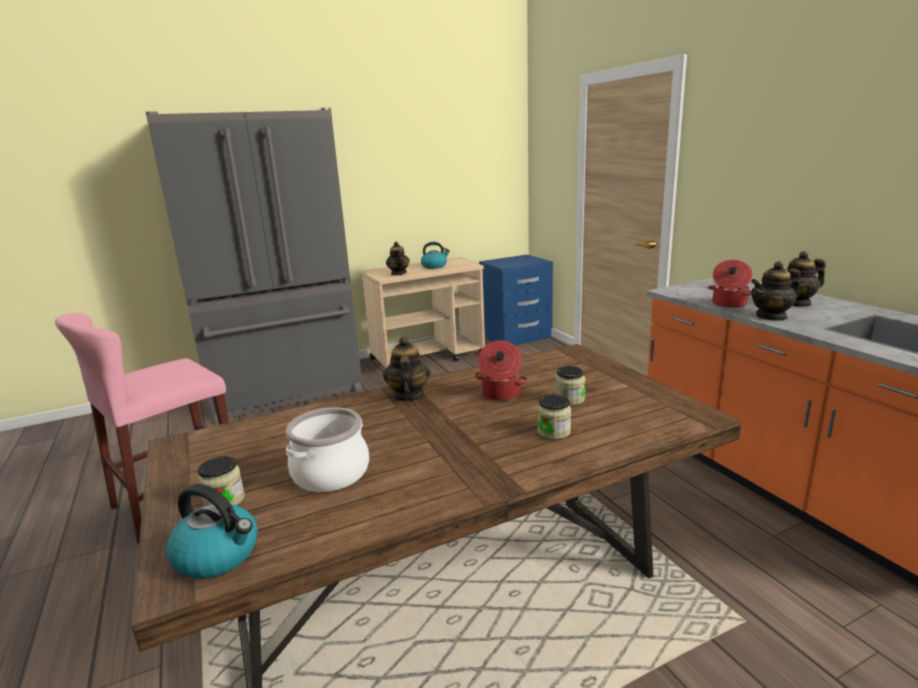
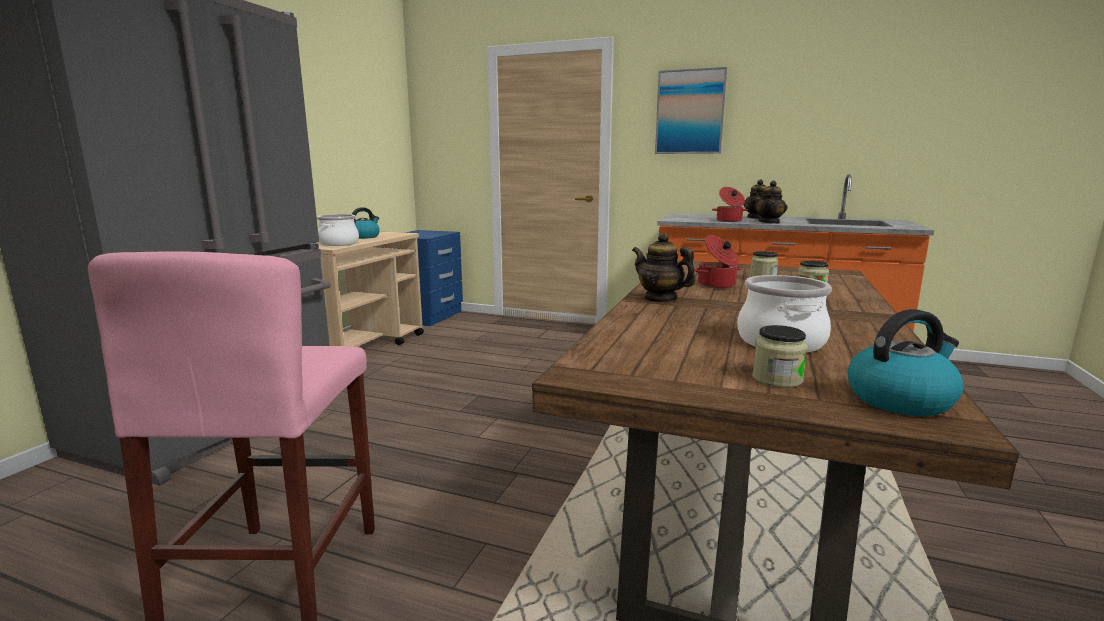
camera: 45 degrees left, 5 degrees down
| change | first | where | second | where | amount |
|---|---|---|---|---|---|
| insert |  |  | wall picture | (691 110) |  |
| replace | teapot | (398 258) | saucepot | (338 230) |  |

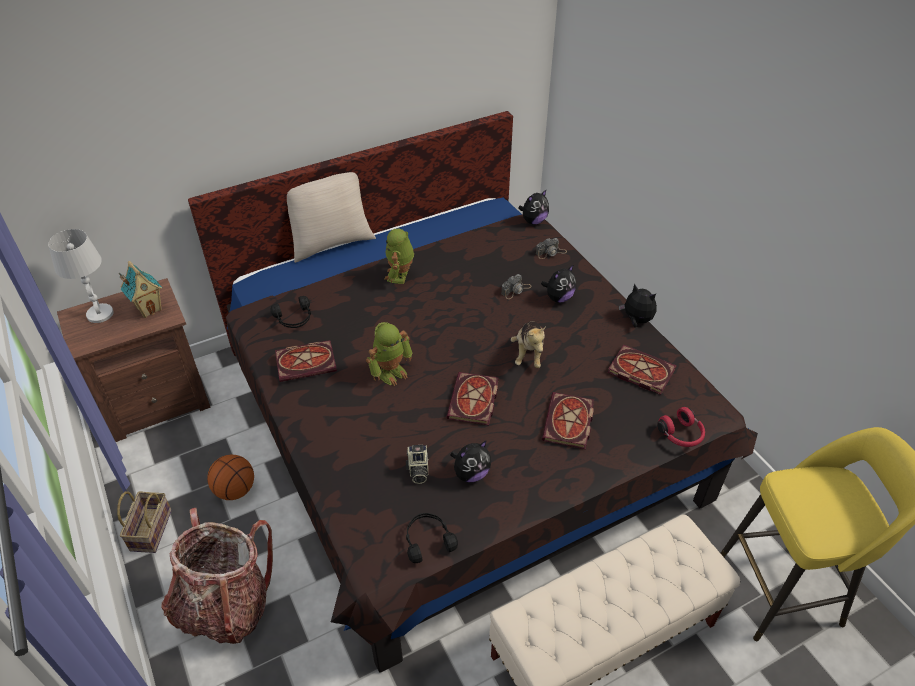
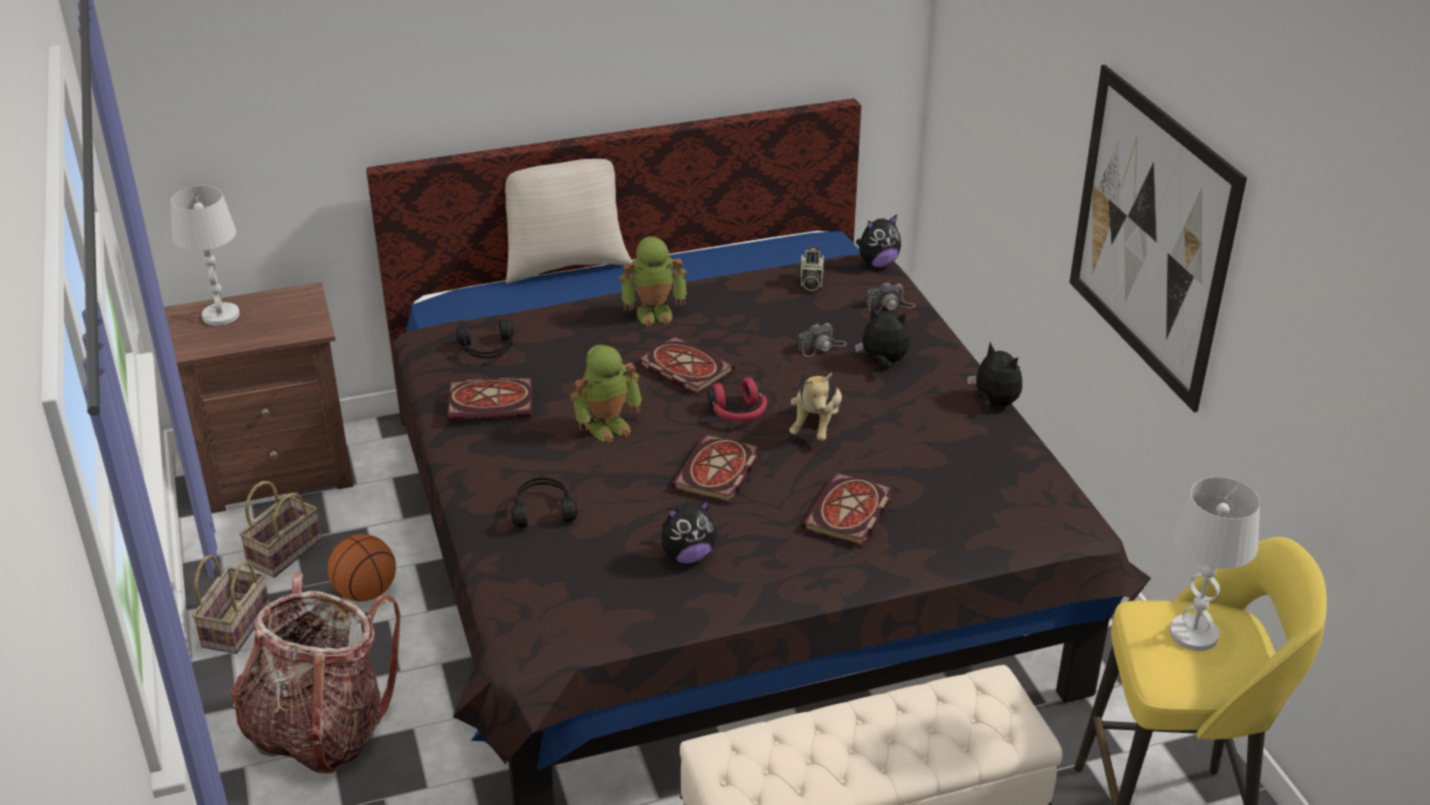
camera: 10 degrees right, 10 degrees down
| change | first | where | second | where | amount |
|---|---|---|---|---|---|
| delete | model house | (140 289) |  |  |  |
| insert |  |  | household basket | (280 529) |  |
| insert |  |  | wall picture | (1158 238) |  |
| insert |  |  | white-coloured tabletop lamp | (1215 564) |  |
| move | photo camera | (417 464) |  | (810 268) |  |
| move | black-coloured headset | (432 538) |  | (544 502) |  |
| move | volume | (641 370) |  | (686 365) |  |
| move | red-coloured headset | (681 427) |  | (737 399) |  |
| rotate | toy robot | (399 256) |  | (653 281) | 120 degrees counterclockwise |
| rotate | soft toy | (558 284) |  | (882 337) | 135 degrees counterclockwise |

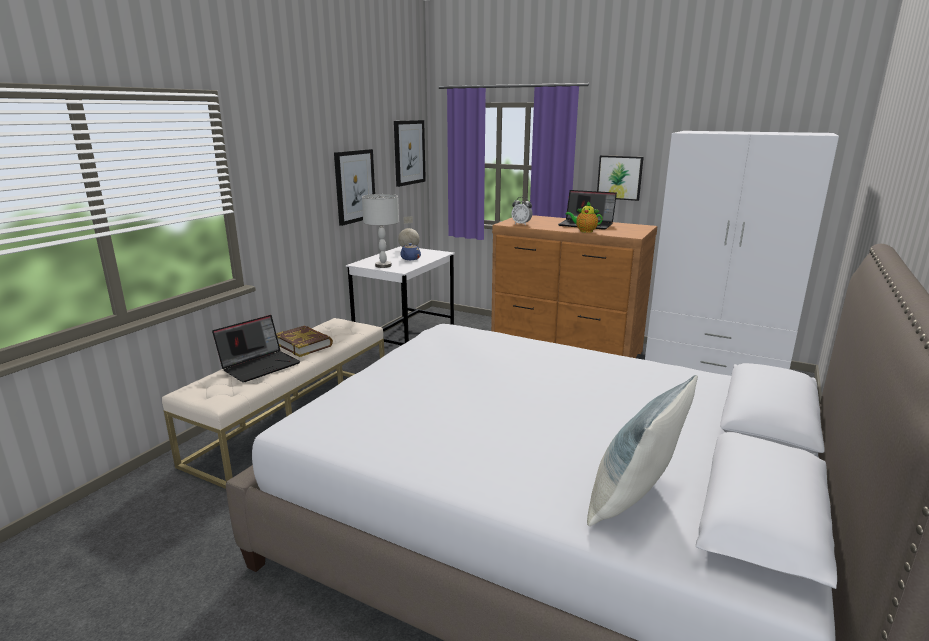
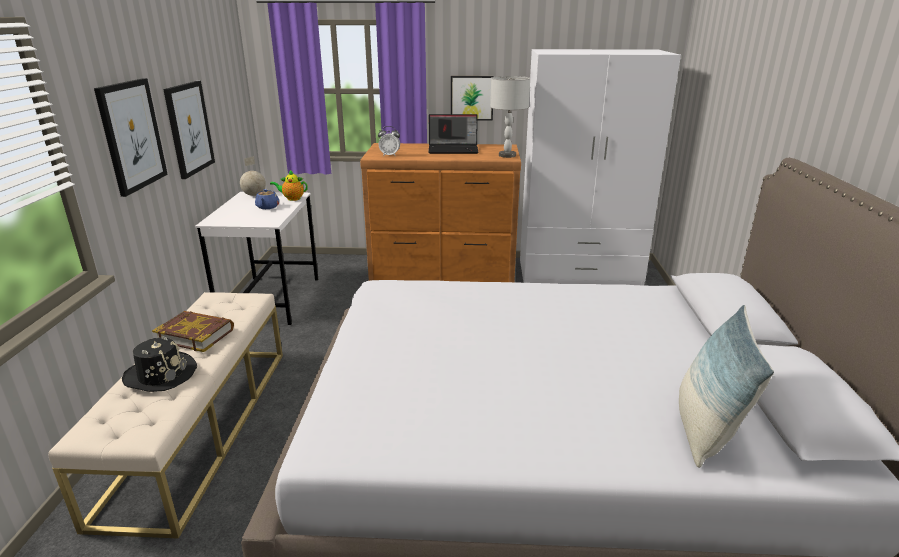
camera: 25 degrees left, 5 degrees up
| change | first | where | second | where | amount |
|---|---|---|---|---|---|
| move | grey tabletop lamp | (380 231) |  | (510 117) |  |
| move | wall picture | (410 153) |  | (131 137) |  |
| move | teapot | (584 217) |  | (289 185) |  |
| replace | notebook computer | (256 349) | black-coloured wearable hat | (159 364) |  |

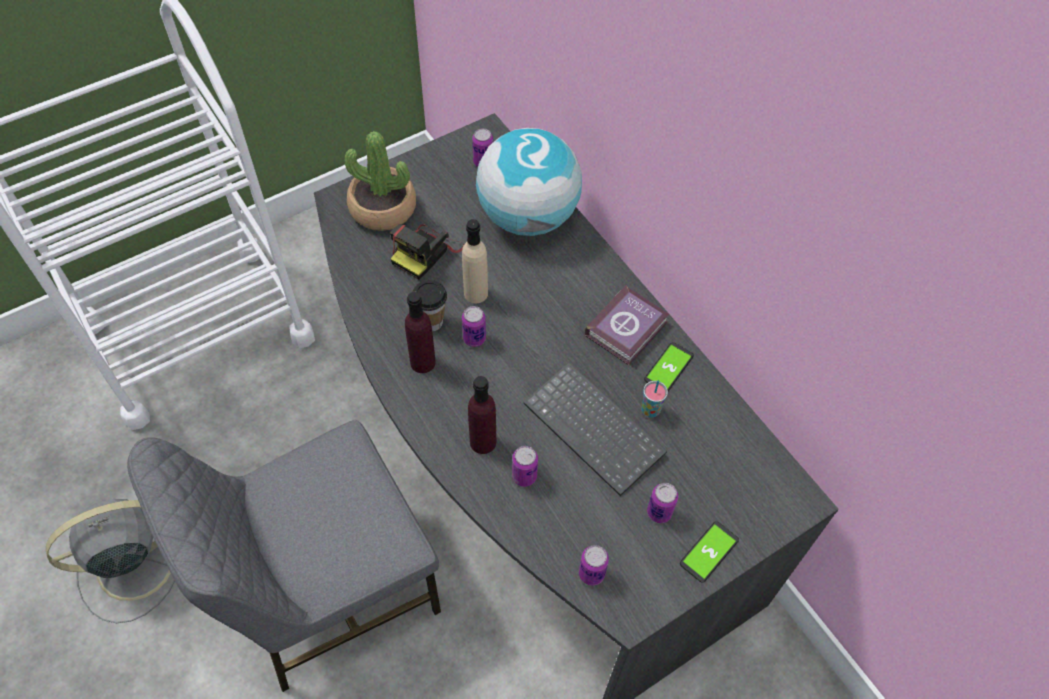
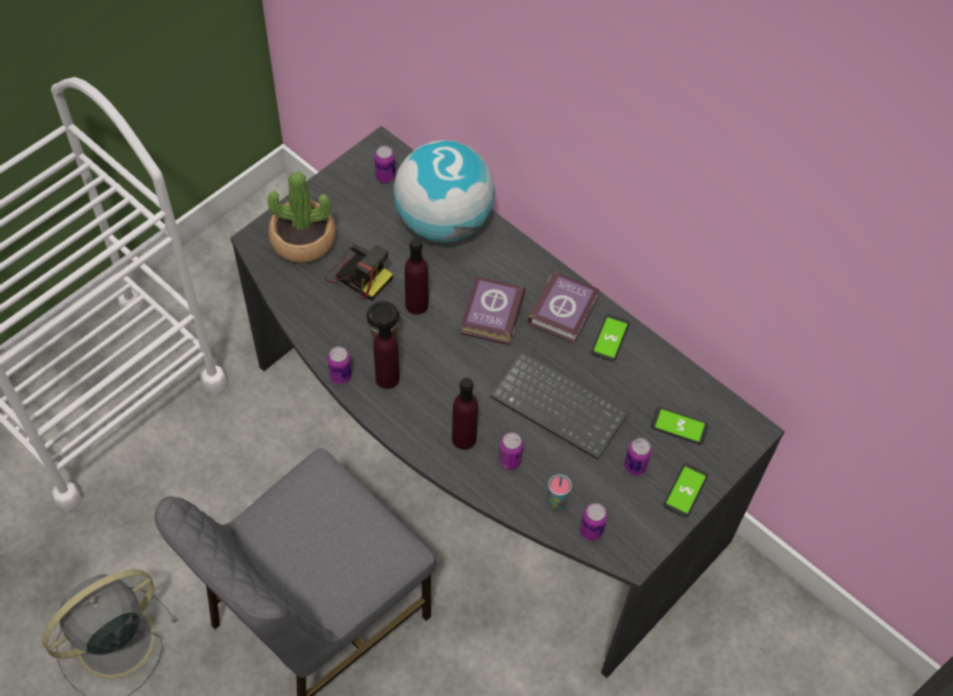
camera: 15 degrees left, 0 degrees up
| change | first | where | second | where | amount |
|---|---|---|---|---|---|
| insert |  |  | volume | (493 310) |  |
| insert |  |  | telephone | (679 426) |  |
| move | sealed can | (474 326) |  | (340 365) |  |
| move | drinking cup | (654 399) |  | (560 491) |  |
| recolor | beige drink bottle | (475 261) | purplish drink bottle | (416 276) |  |
| rotate | photo camera | (427 252) |  | (359 271) | 75 degrees counterclockwise |

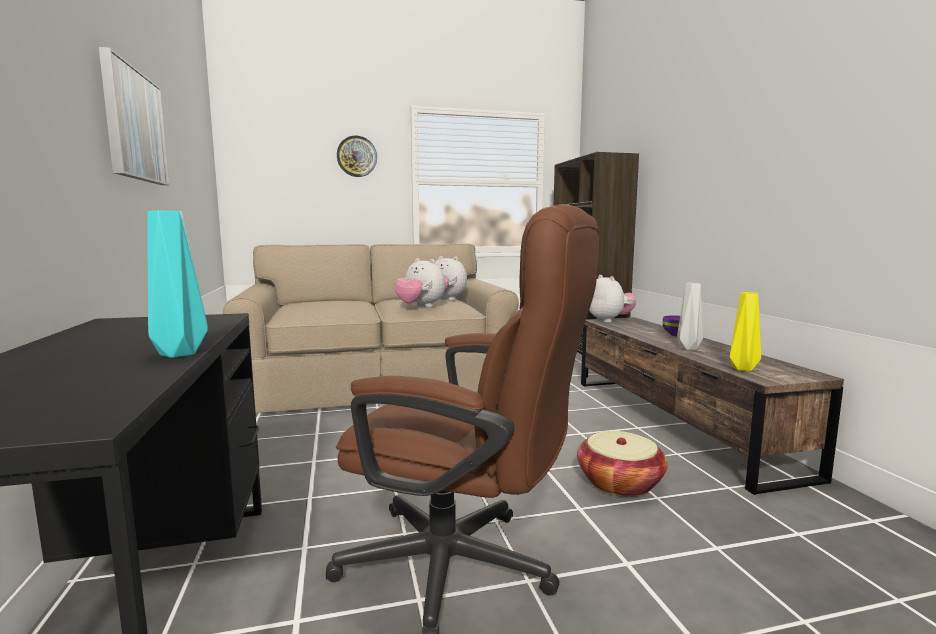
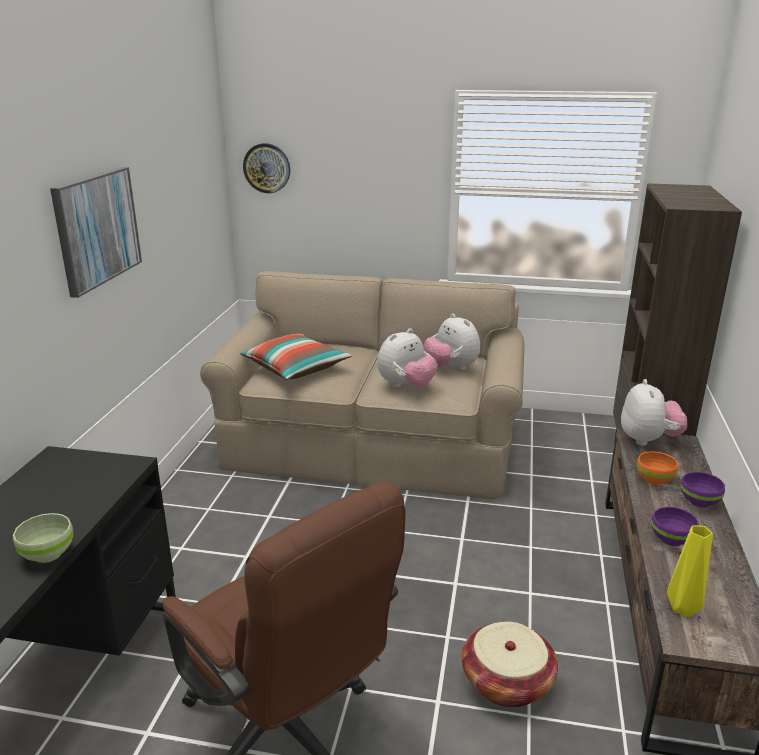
camera: 25 degrees right, 15 degrees up
| change | first | where | second | where | amount |
|---|---|---|---|---|---|
| insert |  |  | pillow | (296 357) |  |
| insert |  |  | orange-coloured deep dish | (657 468) |  |
| move | hanging clock | (357 156) |  | (266 168) |  |
| replace | turquoise vase | (177 284) | greenish deep dish | (43 538) |  |
| replace | grey vase | (690 316) | purplish deep dish | (675 526) |  |
| rotate | soft toy | (420 282) |  | (407 357) | 105 degrees counterclockwise |

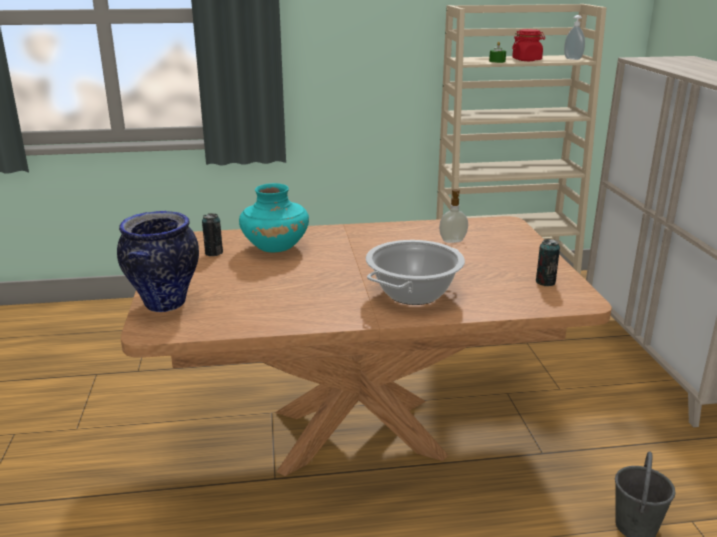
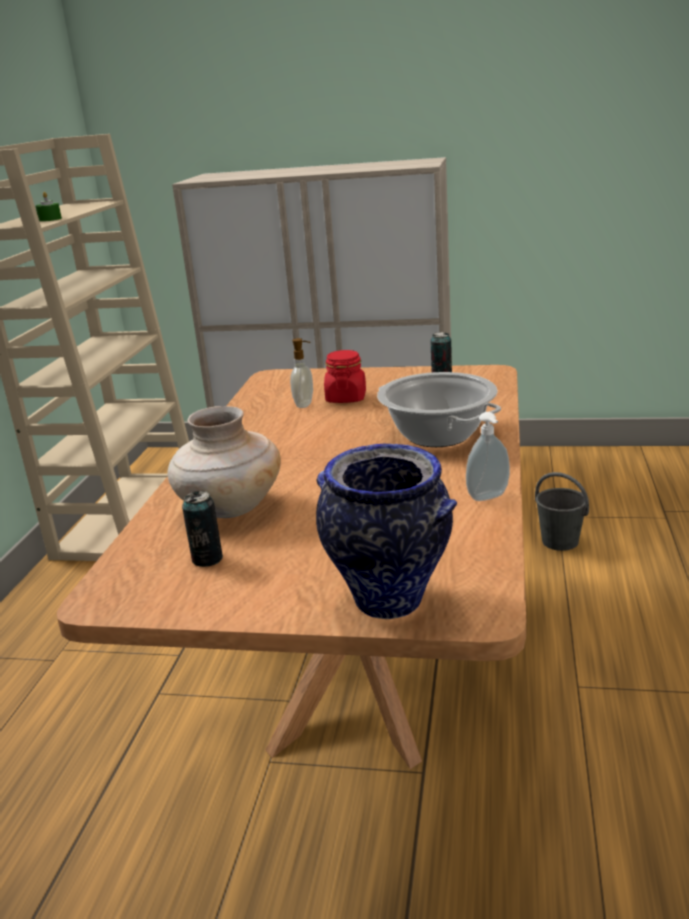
camera: 70 degrees left, 0 degrees up
| change | first | where | second | where | amount |
|---|---|---|---|---|---|
| move | red-coloured jar | (528 45) |  | (345 376) |  |
| move | liquid soap bottle | (574 37) |  | (488 456) |  |
| recolor | turquoise vase | (274 217) | beige vase | (224 462) |  |

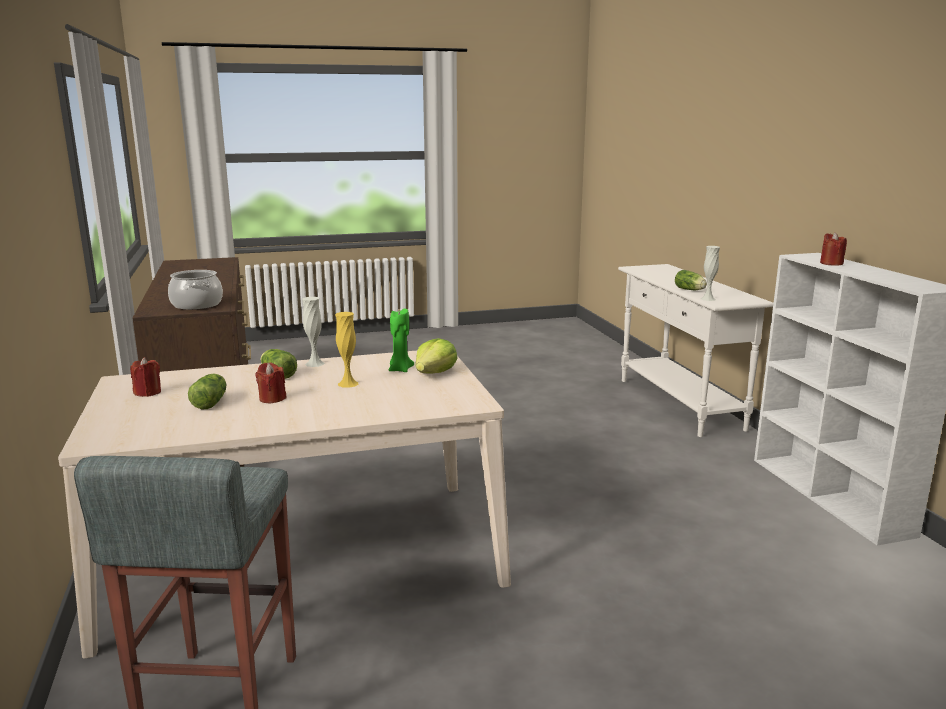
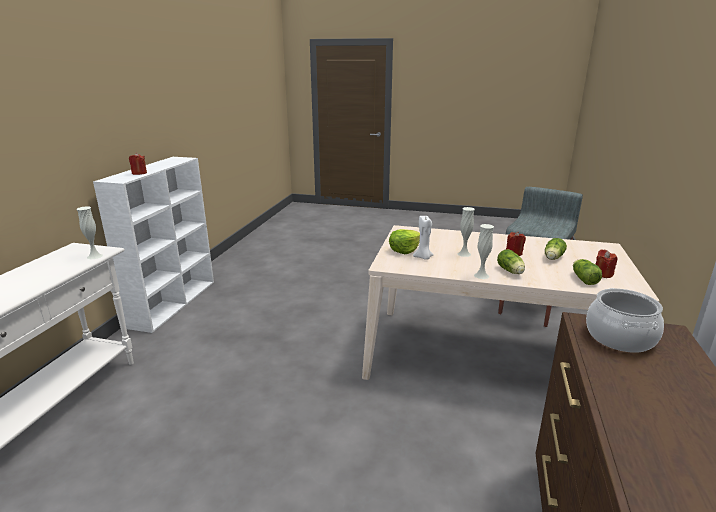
camera: 150 degrees left, 5 degrees up
| change | first | where | second | where | amount |
|---|---|---|---|---|---|
| move | head of lettuce | (691 280) |  | (587 272) |  |
| recolor | yellow-coloured vase | (346 350) | white-coloured vase | (466 232) |  |
| recolor | greenish wax candle | (401 340) | white-coloured wax candle | (423 238) |  |

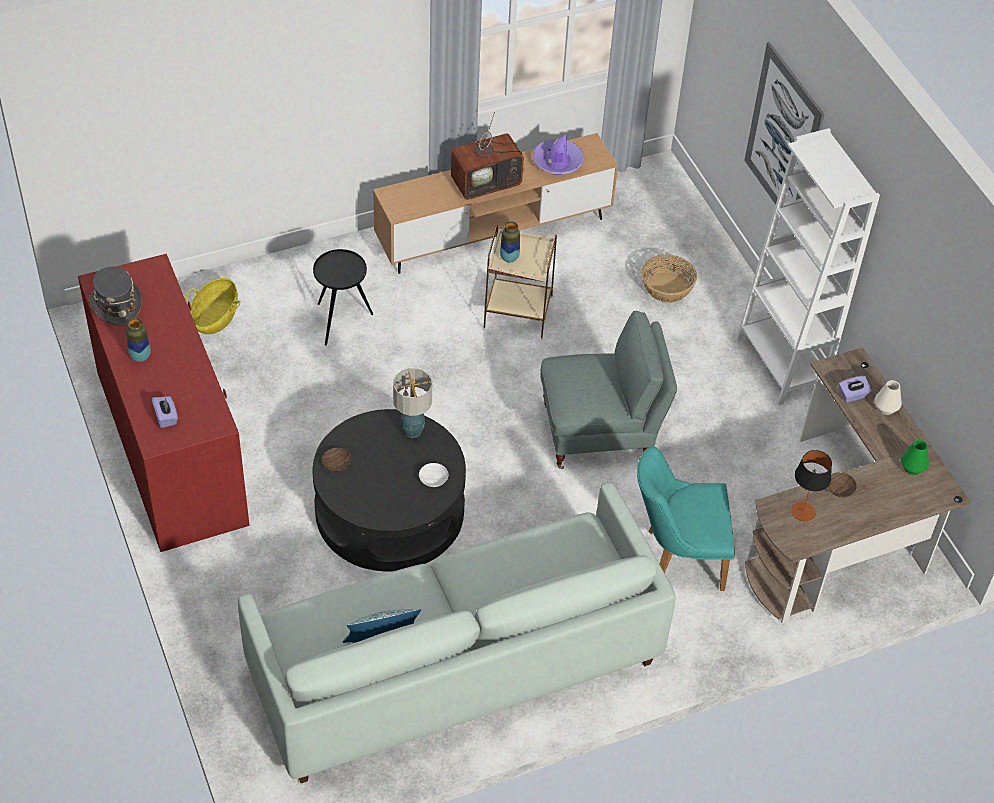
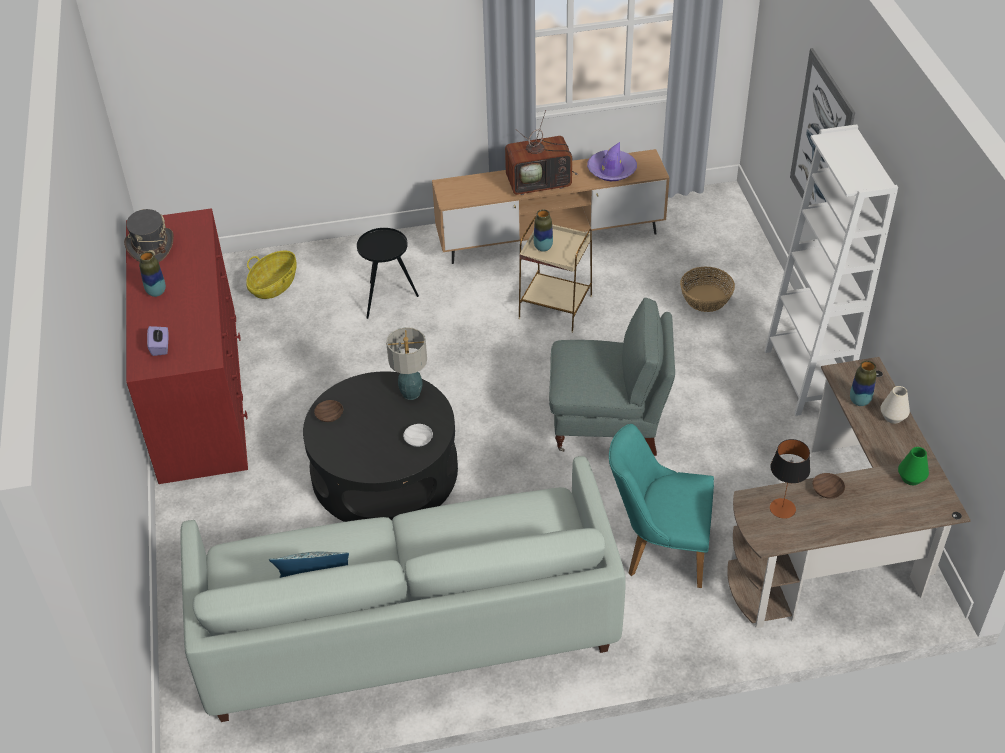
camera: 15 degrees right, 5 degrees down
| change | first | where | second | where | amount |
|---|---|---|---|---|---|
| replace | purplish box of tissues | (855 389) | vase | (863 383) |  |

